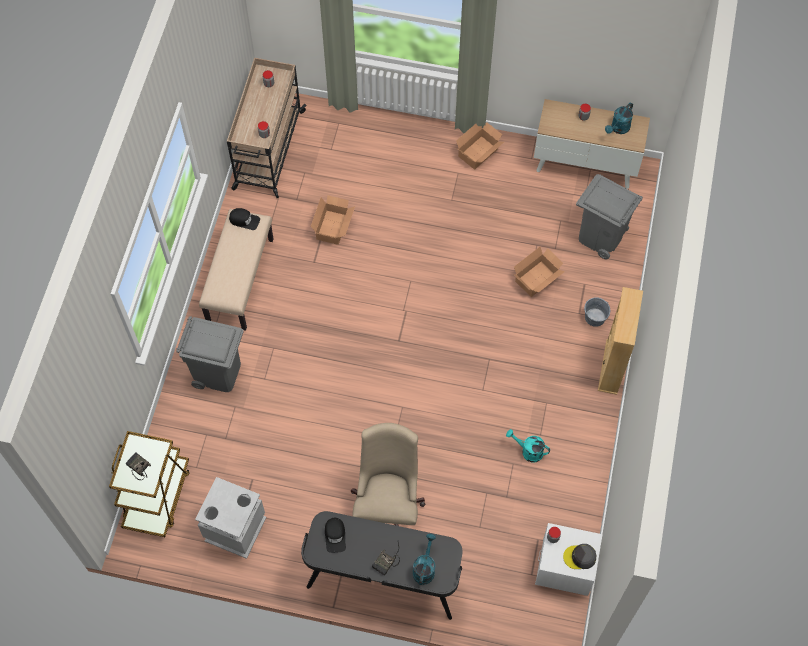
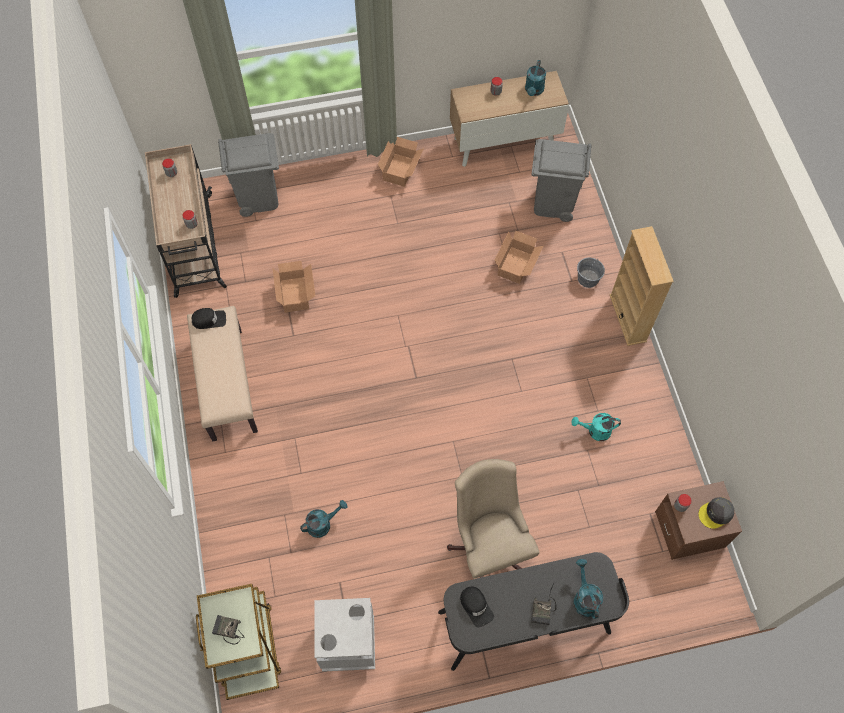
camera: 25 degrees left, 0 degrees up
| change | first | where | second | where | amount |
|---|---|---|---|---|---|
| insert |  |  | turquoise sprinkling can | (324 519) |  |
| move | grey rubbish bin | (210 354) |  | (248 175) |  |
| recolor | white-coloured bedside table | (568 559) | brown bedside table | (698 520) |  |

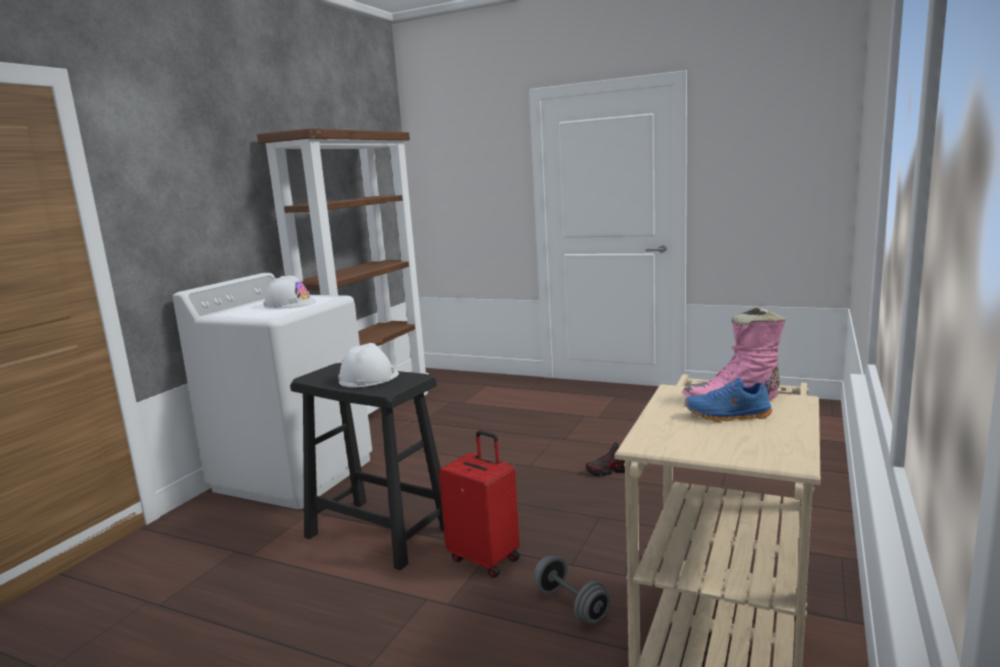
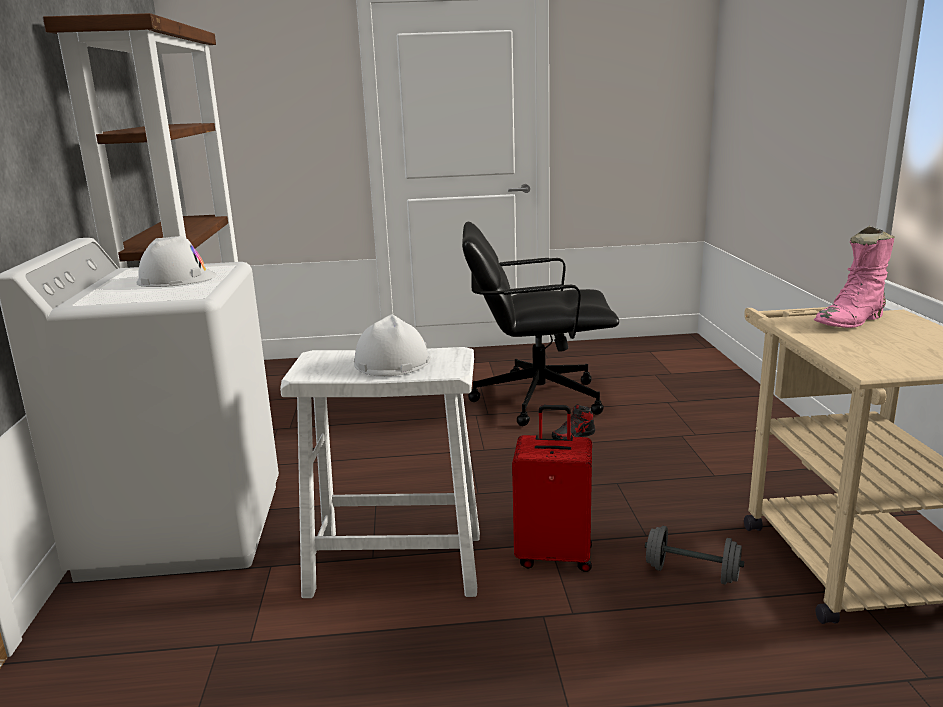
camera: 30 degrees left, 5 degrees up
| change | first | where | second | where | amount |
|---|---|---|---|---|---|
| delete | blue item of footwear | (728 399) |  |  |  |
| insert |  |  | black-coloured office chair | (540 324) |  |
| recolor | black-coloured sitting stool | (367 467) | white-coloured sitting stool | (380 472) |  |

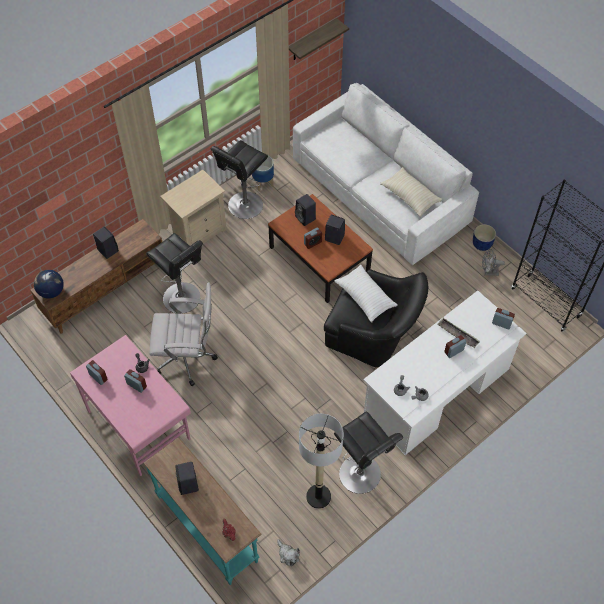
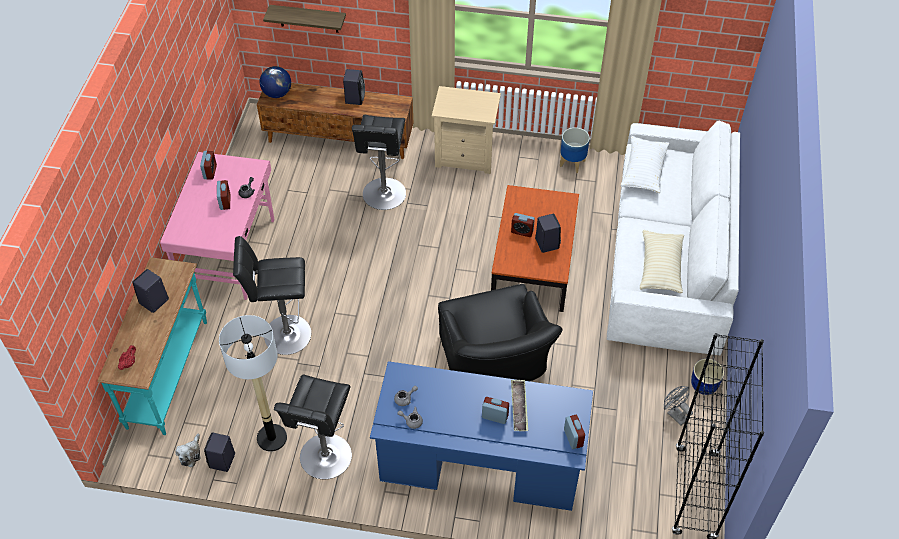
camera: 50 degrees right, 5 degrees down
| change | first | where | second | where | amount |
|---|---|---|---|---|---|
| delete | white-coloured office chair | (183 334) |  |  |  |
| move | black-coloured sitting stool | (239 179) |  | (272 295) |  |
| move | shelf | (319 39) |  | (304 19) |  |
| move | black-coloured loudspeaker | (305 210) |  | (219 452) |  |
| move | white-coloured pillow | (366 293) |  | (645 164) |  |
| recolor | white-coloured desk table | (445 373) | blue desk table | (481 436) |  |

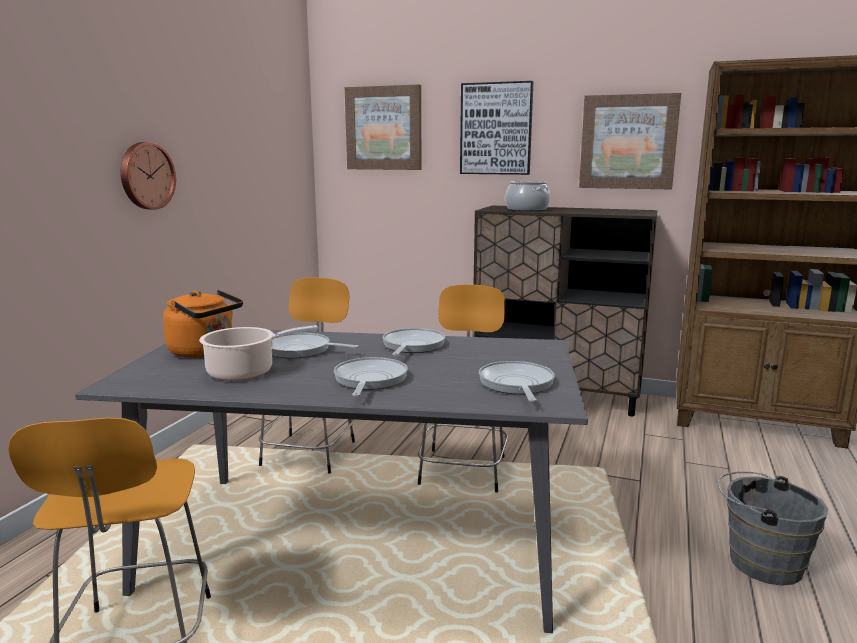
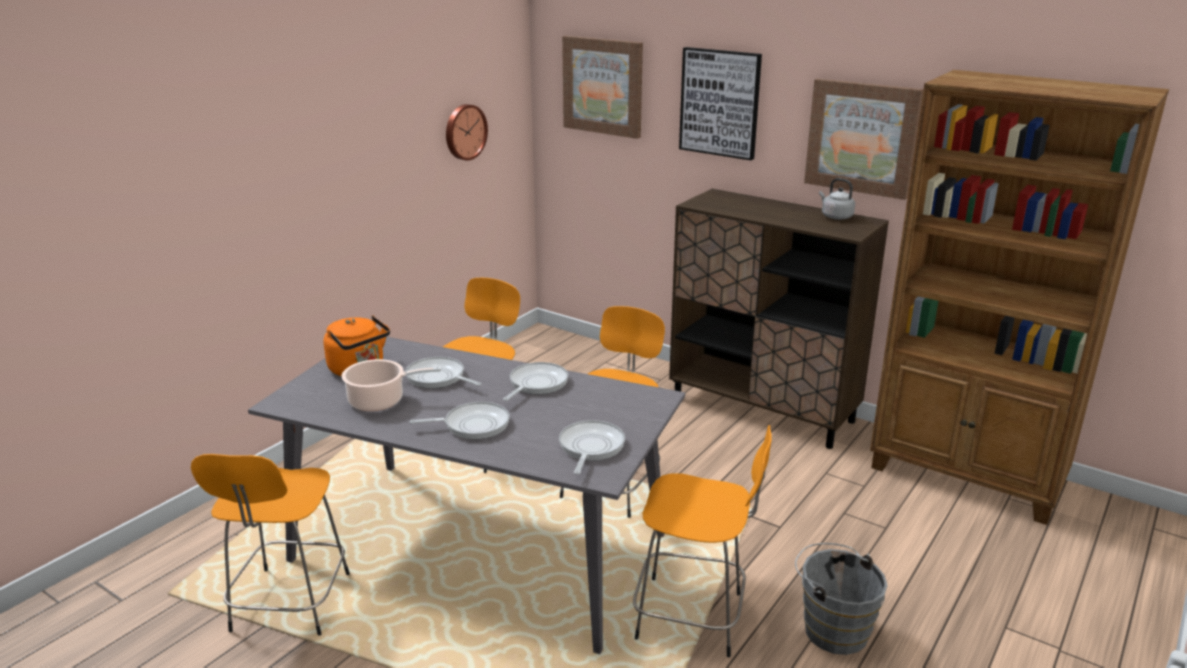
camera: 15 degrees right, 10 degrees up
| change | first | where | second | where | amount |
|---|---|---|---|---|---|
| delete | saucepot | (527 196) |  |  |  |
| insert |  |  | orange-coloured sitting stool | (702 541) |  |
| insert |  |  | grey kettle | (837 199) |  |
| move | hanging clock | (148 176) |  | (467 132) |  |
| rotate | skillet | (371 377) |  | (459 420) | 60 degrees clockwise |

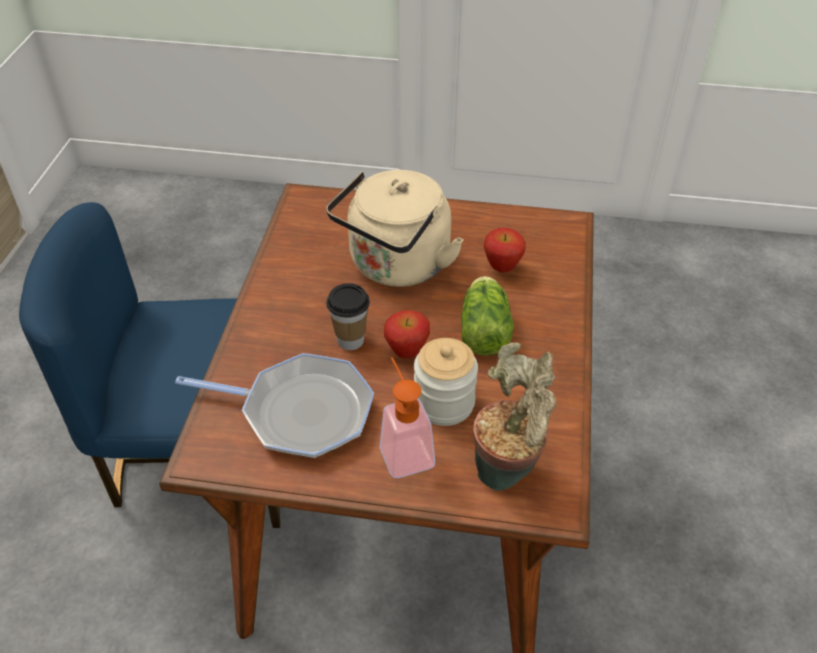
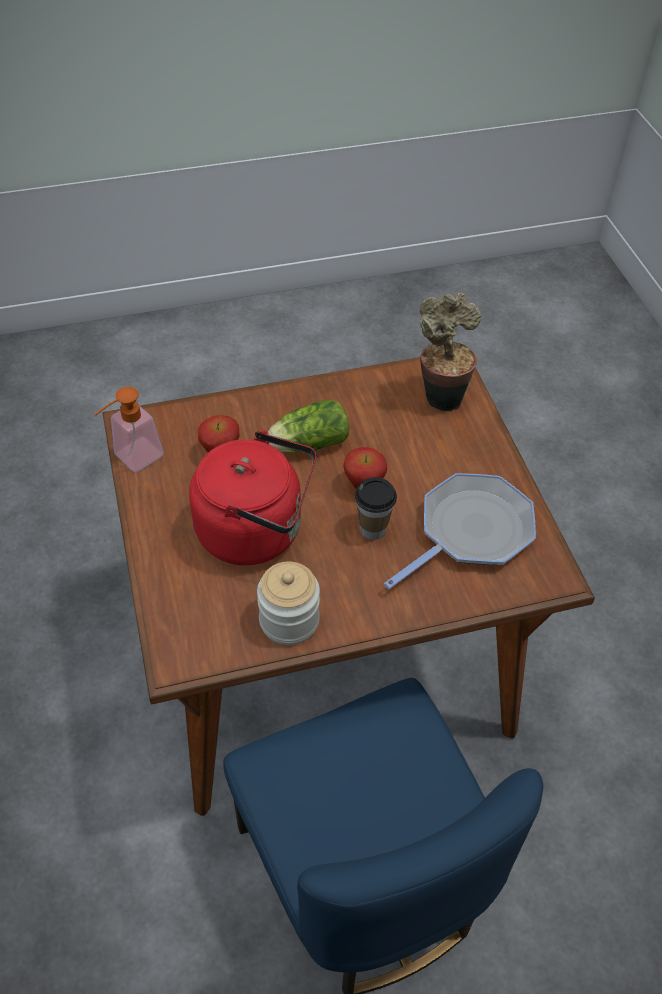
camera: 115 degrees left, 5 degrees up
| change | first | where | second | where | amount |
|---|---|---|---|---|---|
| move | liquid soap bottle | (407 417) |  | (129 429) |  |
| move | jar | (446 382) |  | (288 603) |  |
| recolor | beige kettle | (394 228) | red-coloured kettle | (252 497) |  |
| rotate | skillet | (274 405) |  | (460 531) | 60 degrees clockwise |

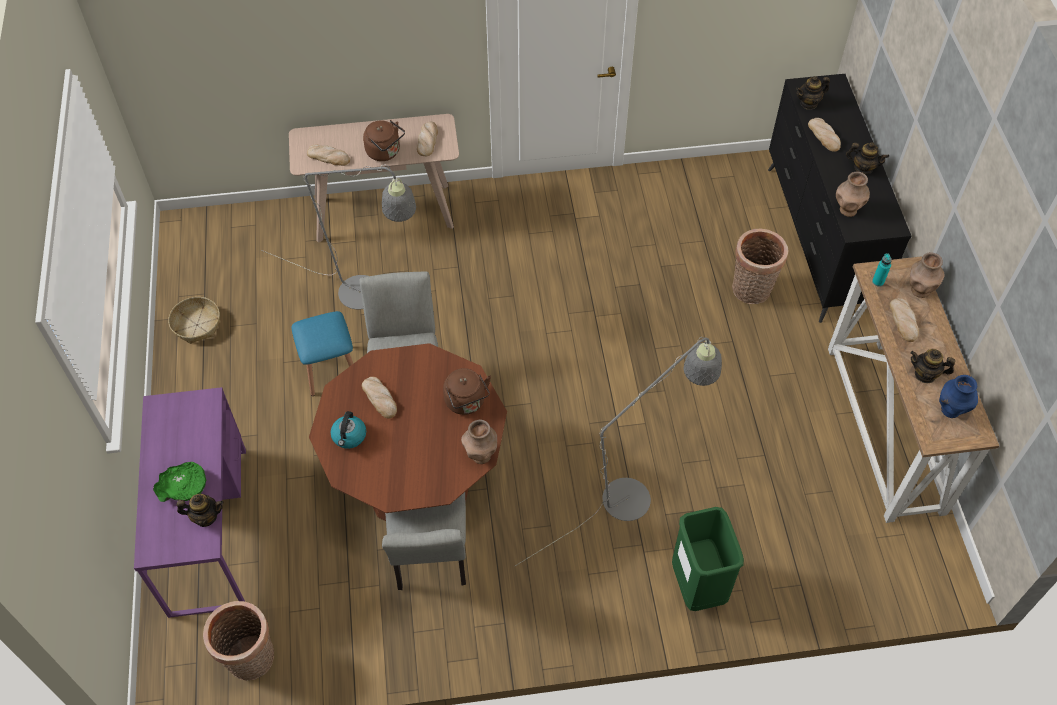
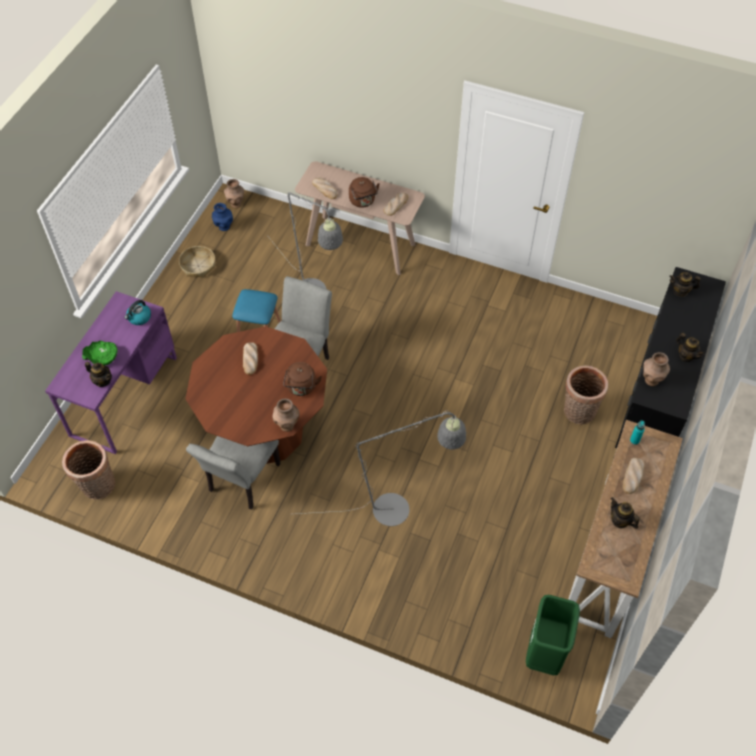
camera: 30 degrees right, 0 degrees up
| change | first | where | second | where | amount |
|---|---|---|---|---|---|
| delete | bread | (824 135) |  |  |  |
| move | kettle | (348 430) |  | (137 312) |  |
| move | greenish rubbish bin | (708 559) |  | (553 635) |  |
| move | brown vase | (927 275) |  | (234 193) |  |
| move | blue vase | (958 396) |  | (222 217) |  |

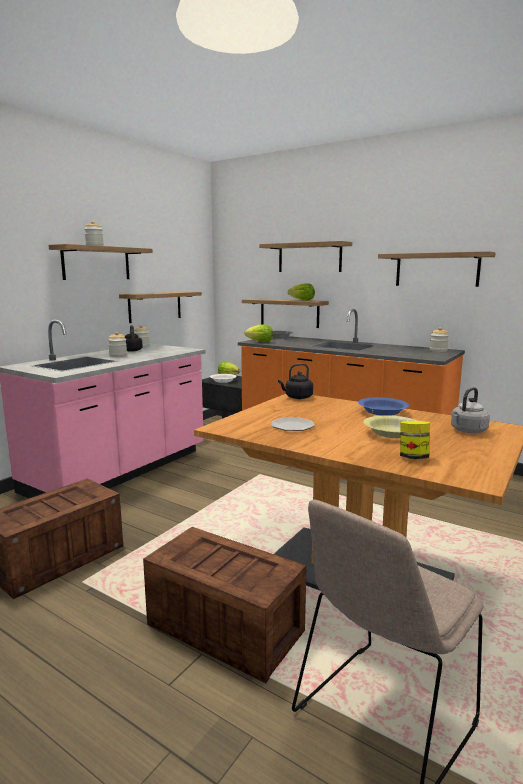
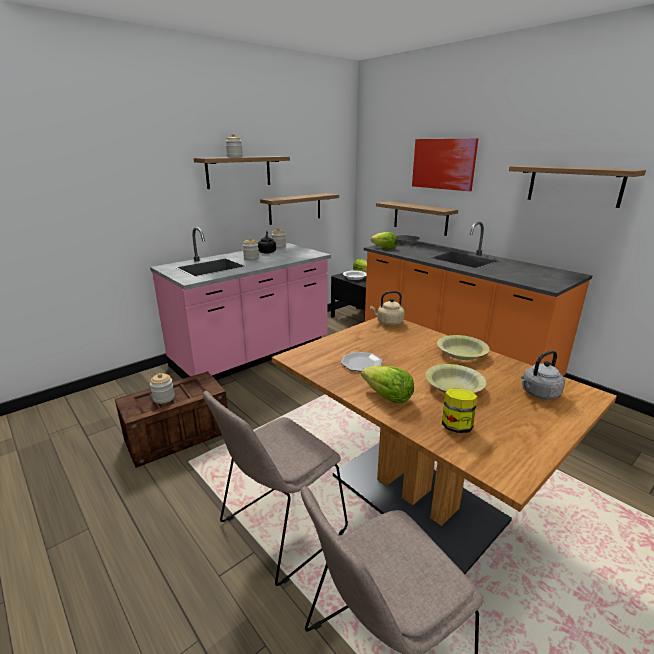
camera: 15 degrees right, 10 degrees up
| change | first | where | second | where | amount |
|---|---|---|---|---|---|
| move | head of lettuce | (301 292) |  | (387 384) |  |
| move | jar | (439 339) |  | (162 388) |  |
| replace | crate | (225 605) | beige chair | (275 488) |  |
| replace | shelf | (305 256) | wall picture | (445 164) |  |
| recolor | black-coloured kettle | (295 381) | beige kettle | (387 308) |  |
| recolor | blue deep dish | (383 406) | yellow-coloured deep dish | (463 347) |  |

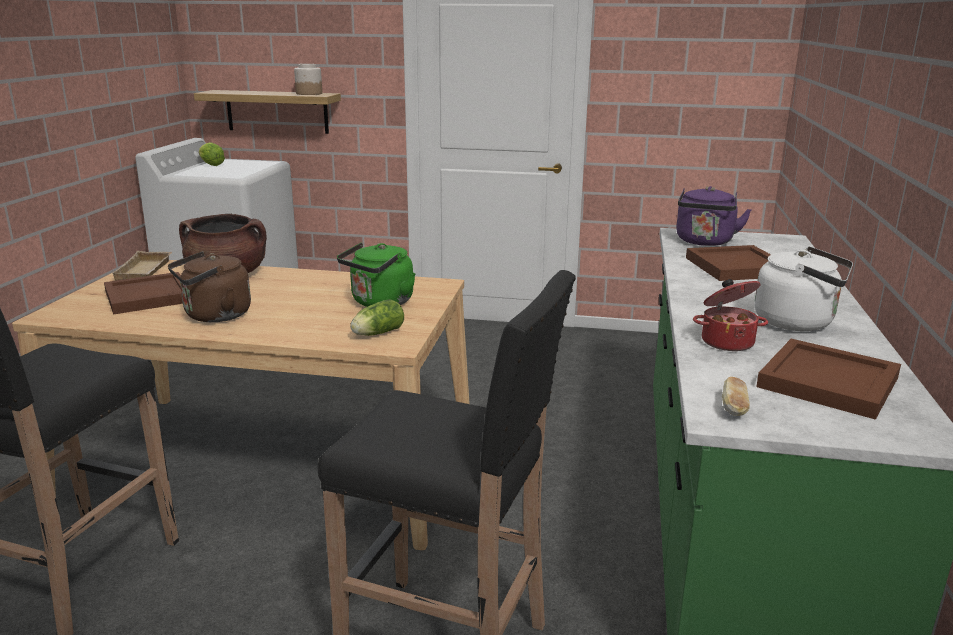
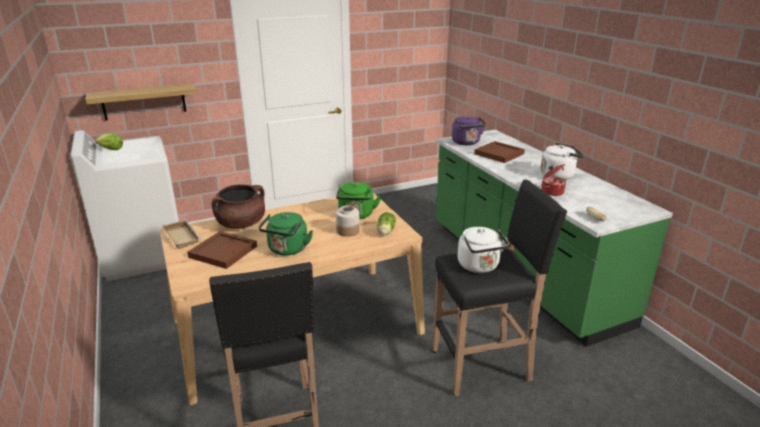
camera: 35 degrees left, 5 degrees up
| change | first | where | second | where | amount |
|---|---|---|---|---|---|
| delete | brown serving tray | (828 379) |  |  |  |
| insert |  |  | white-coloured kettle | (483 250) |  |
| move | jar | (308 79) |  | (348 221) |  |
| recolor | brown kettle | (209 286) | greenish kettle | (286 234) |  |

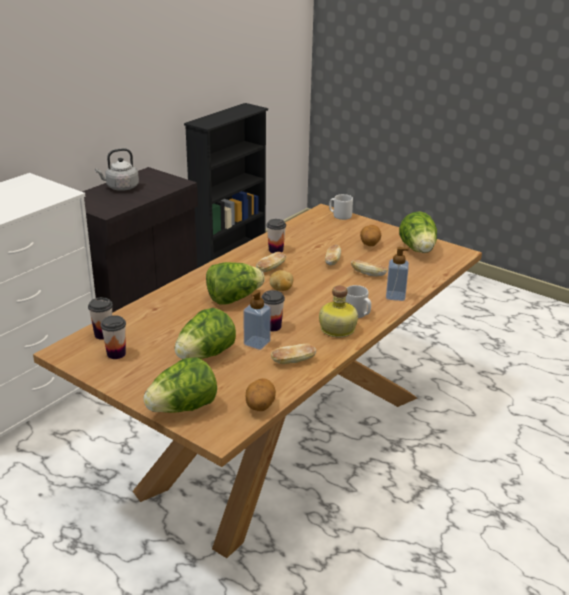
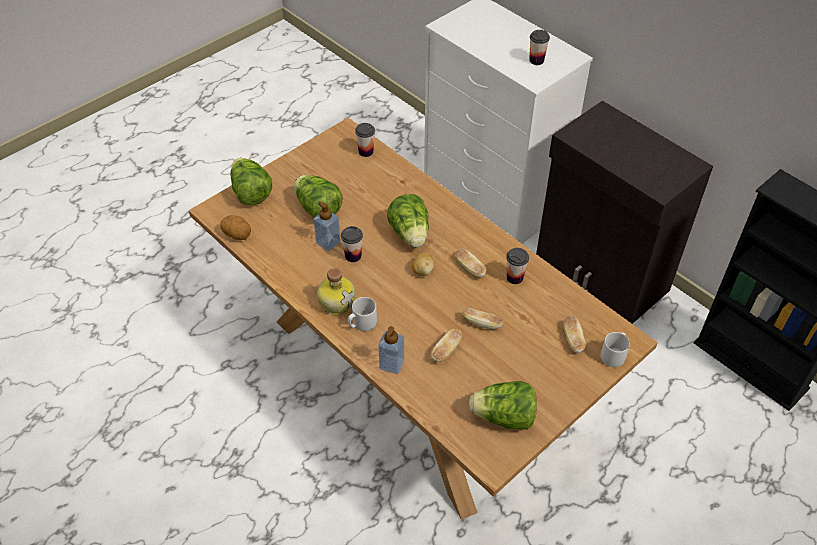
camera: 100 degrees right, 20 degrees up
| change | first | where | second | where | amount |
|---|---|---|---|---|---|
| delete | grey kettle | (117 169) |  |  |  |
| delete | spud | (370 235) |  |  |  |
| move | drinking cup | (113 337) |  | (539 47) |  |
| move | bread | (293 353) |  | (574 334) |  |

